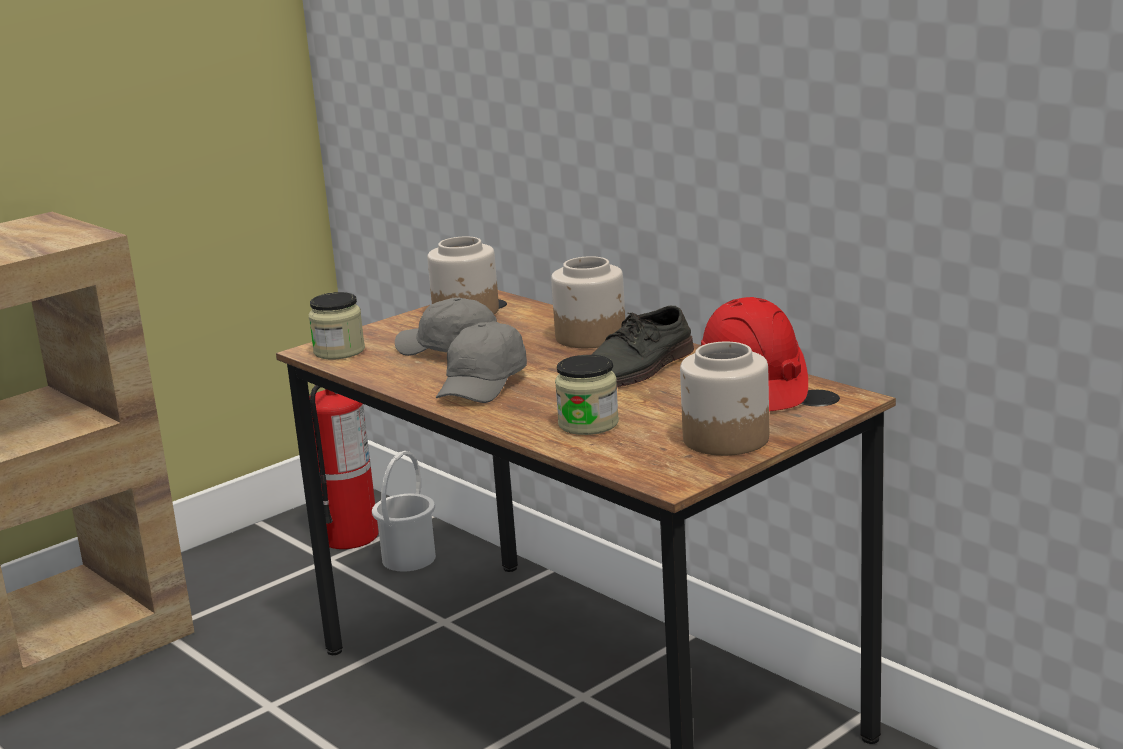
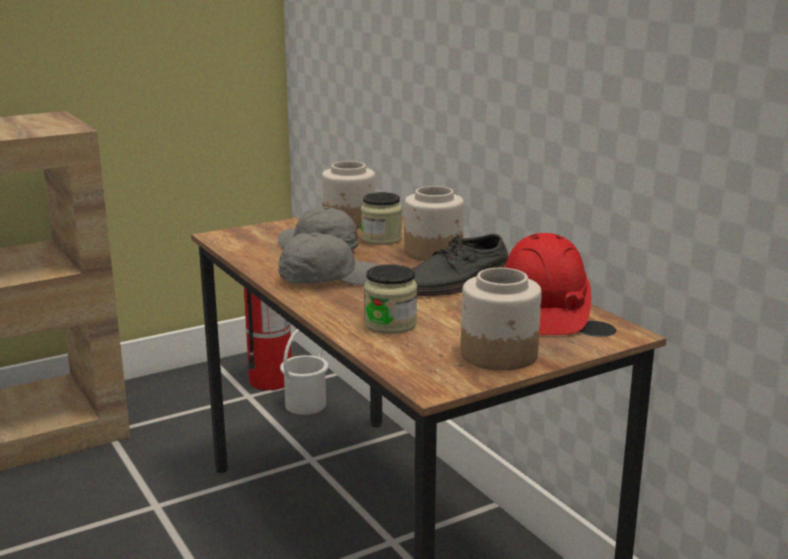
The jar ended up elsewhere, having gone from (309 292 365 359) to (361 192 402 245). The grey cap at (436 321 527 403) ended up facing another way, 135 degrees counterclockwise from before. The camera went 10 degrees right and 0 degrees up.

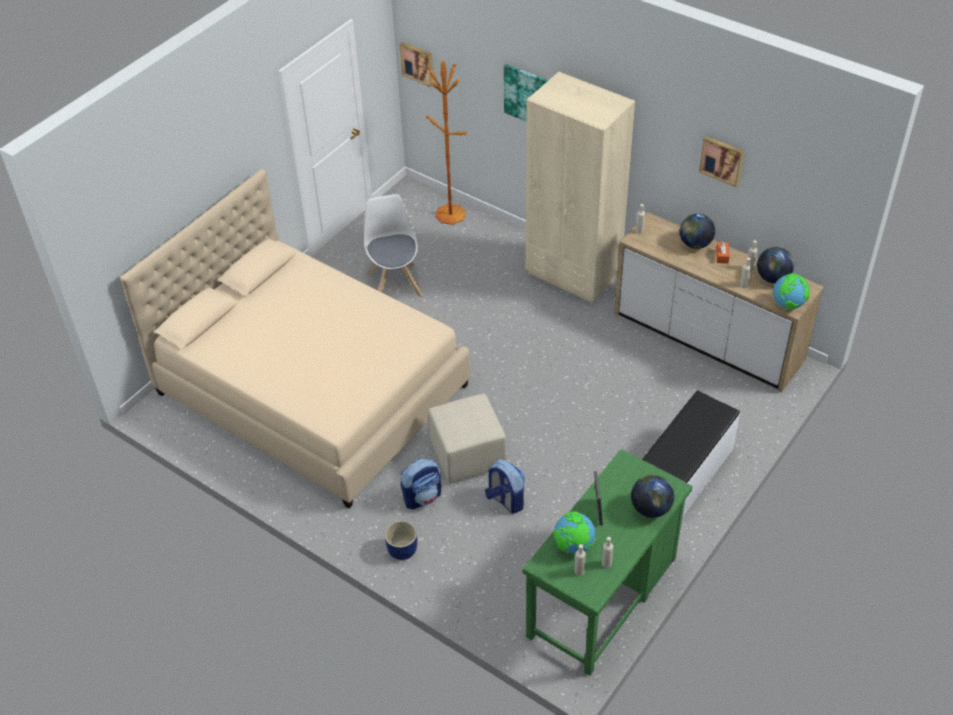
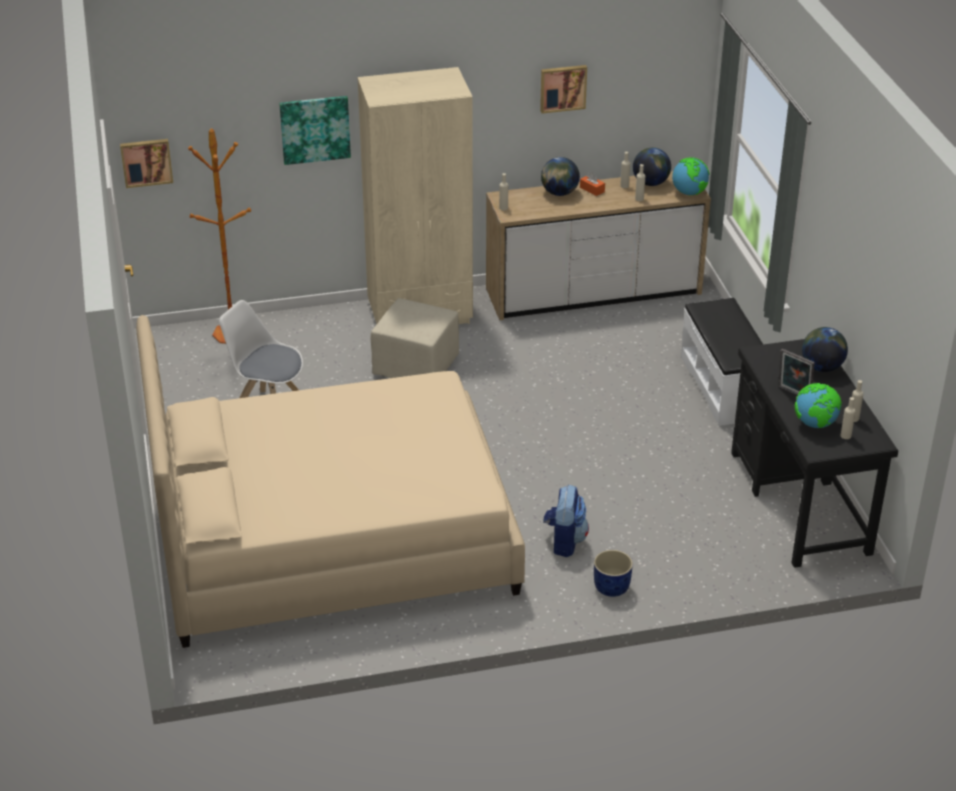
The beige ottoman ended up elsewhere, having gone from (428 393 507 483) to (371 298 459 378). The second view lost the backpack at (485 459 525 514). What was the green desk at (522 449 692 676) turned into the black desk at (731 339 898 568). The camera went 50 degrees left and 10 degrees down.

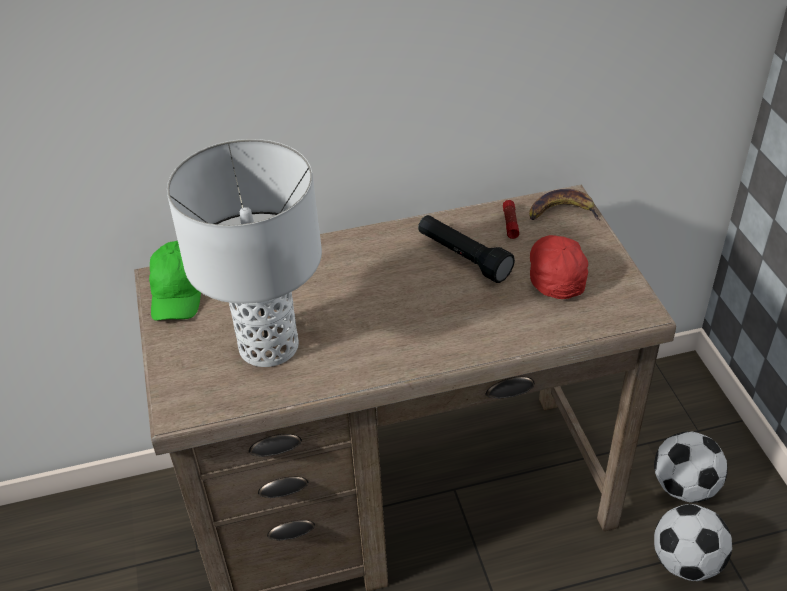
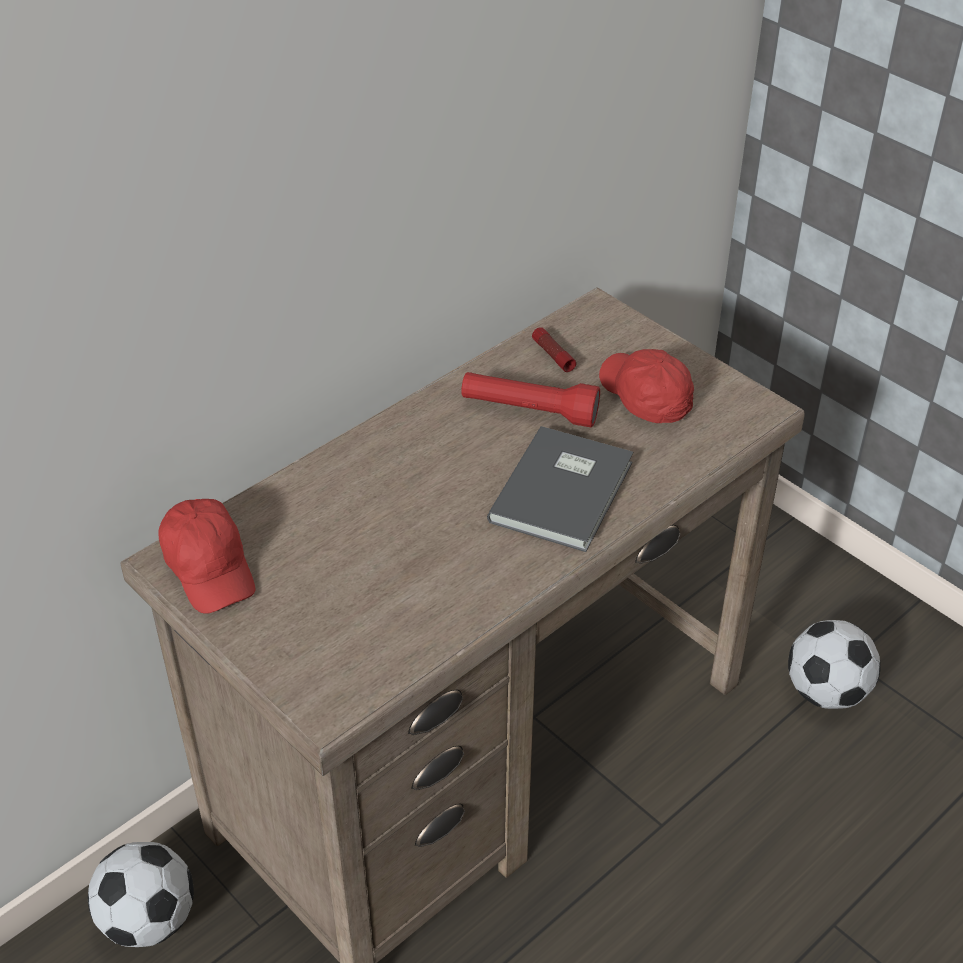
What was the green cap at (149 241 201 320) turned into the red cap at (158 499 255 614). The second view lost the white table lamp at (167 139 322 367). What was the black flashlight at (418 215 515 283) turned into the red flashlight at (461 372 600 427). The second view lost the banana at (529 189 600 220). The football ended up elsewhere, having gone from (654 431 728 503) to (88 842 194 947). The second view gained the grey book at (487 426 633 552). The camera went 30 degrees left and 0 degrees up.

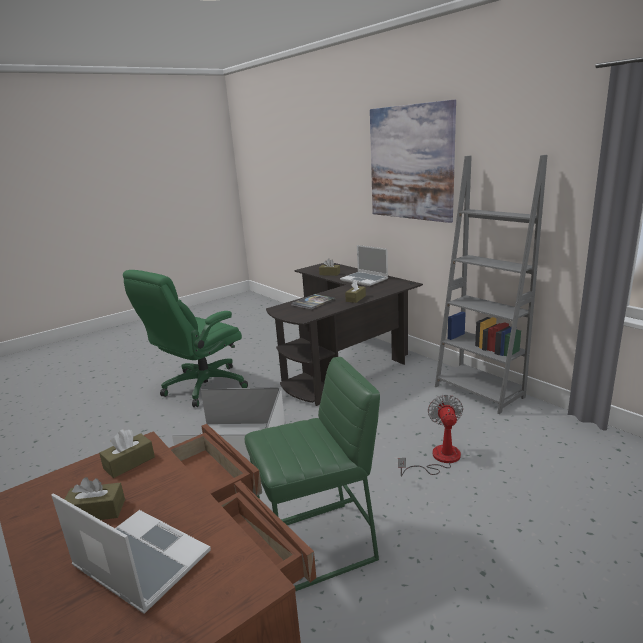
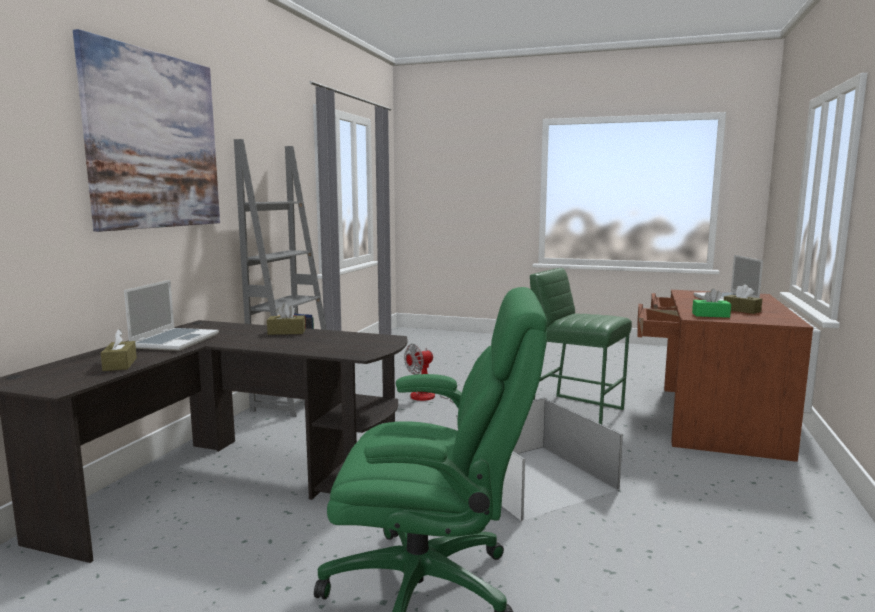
What was the brown tissue box at (99 429 155 478) turned into the green tissue box at (692 288 731 318). The second view lost the book at (291 294 335 310). The camera went 125 degrees left and 10 degrees down.

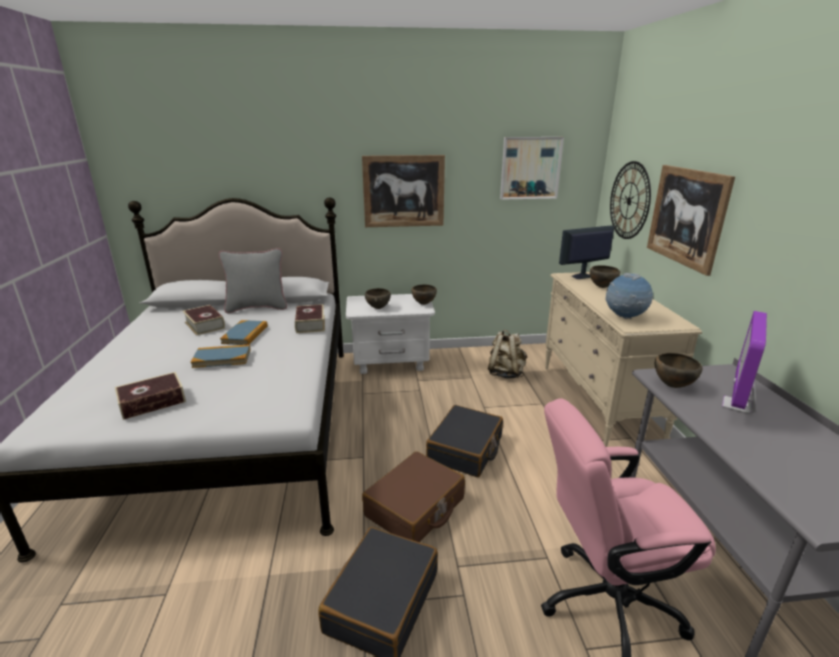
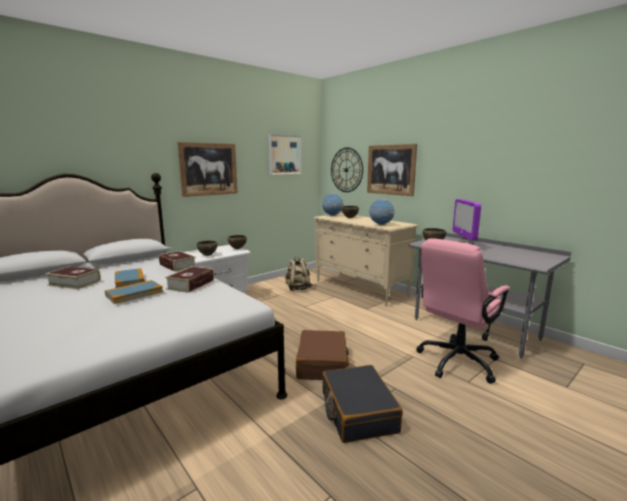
The book ended up elsewhere, having gone from (115 372 186 420) to (165 266 214 293). The second view lost the grey pillow at (219 248 287 313). The second view lost the black suitcase at (426 405 503 477). Where the monitor stood at (559 225 614 279), the globe came to stand at (322 193 344 216). The camera went 35 degrees left and 10 degrees down.

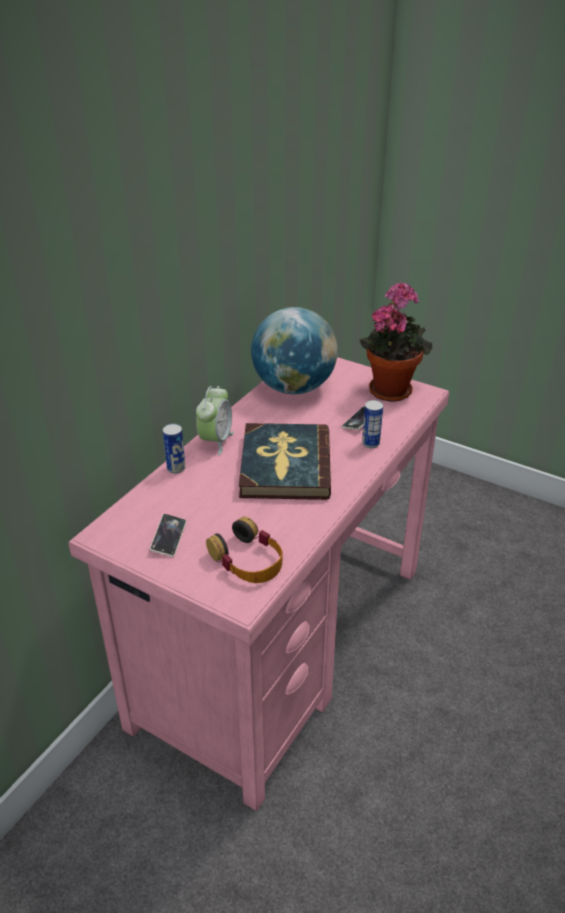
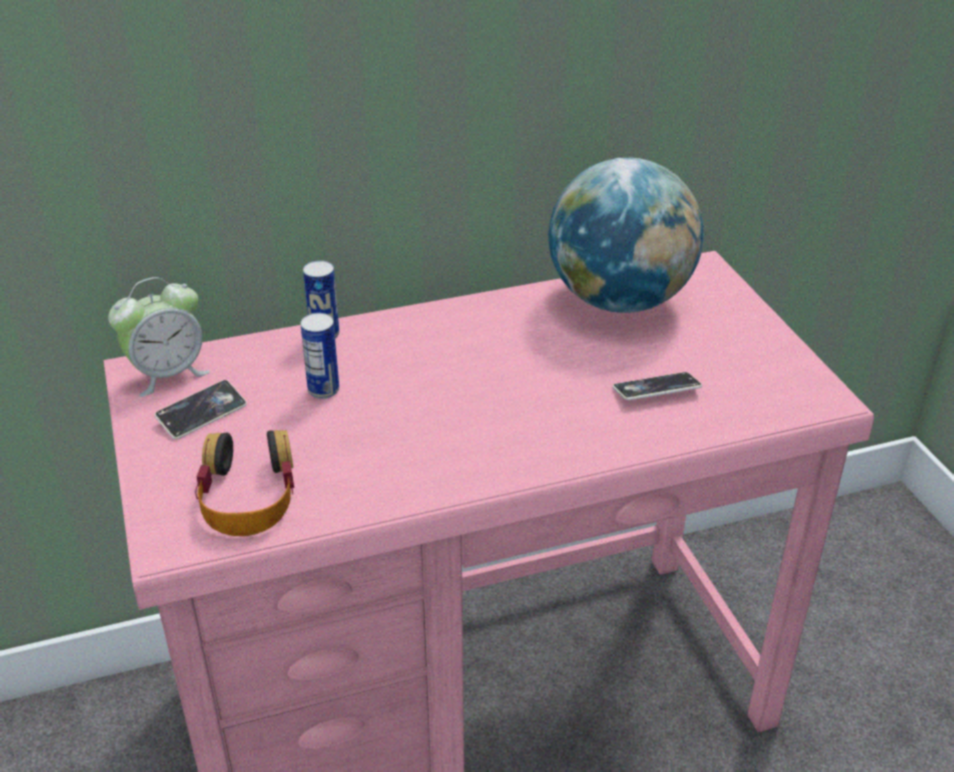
The alarm clock ended up elsewhere, having gone from (196 386 234 455) to (108 277 210 397). The second view lost the book at (239 423 331 500). The second view lost the potted plant at (359 282 432 401). The can ended up elsewhere, having gone from (362 400 383 448) to (300 313 339 399). The camera went 40 degrees right and 0 degrees up.

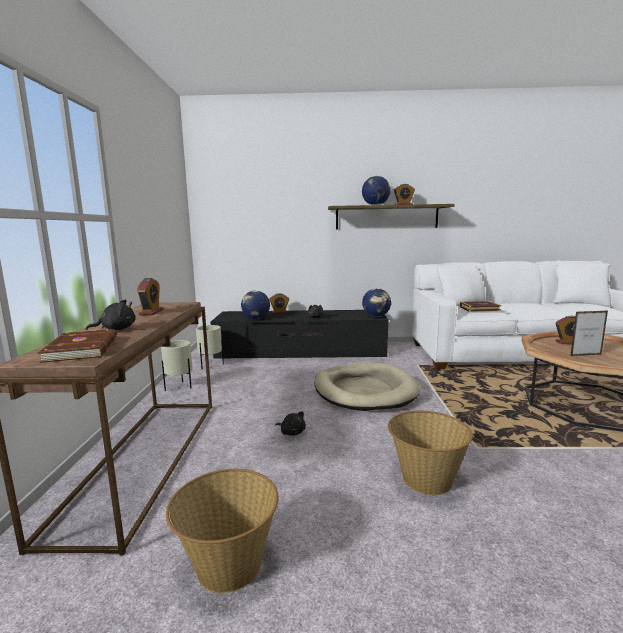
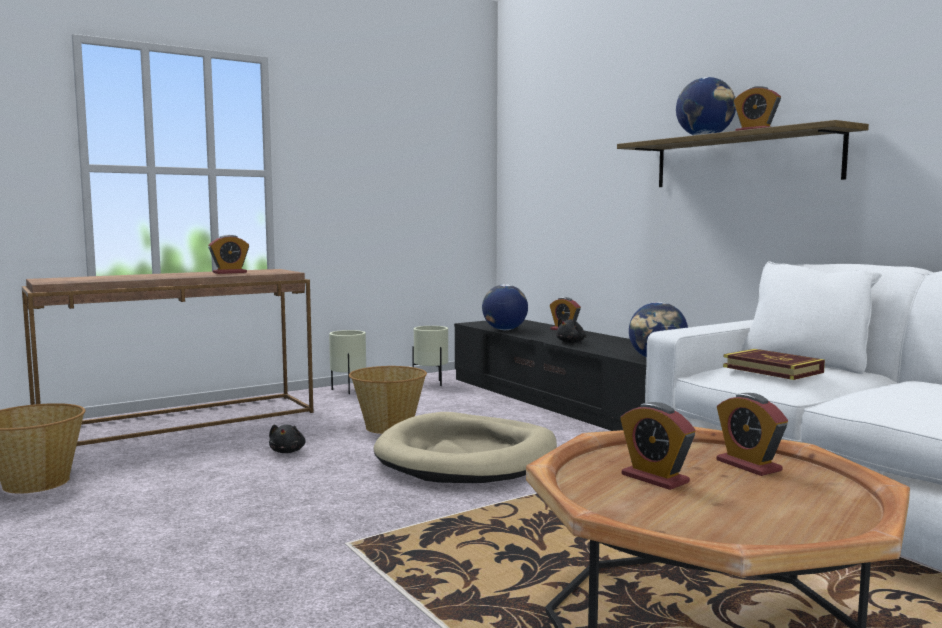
The second view lost the brown book at (38 329 117 363). The second view lost the black plush toy at (86 299 136 330). The basket ended up elsewhere, having gone from (388 411 473 495) to (349 366 427 434). Where the picture frame stood at (570 310 608 356), the alarm clock came to stand at (620 402 696 490). The camera went 55 degrees right and 5 degrees down.

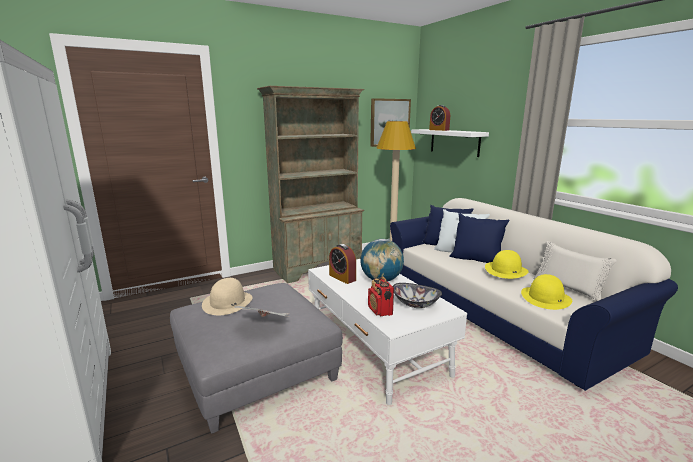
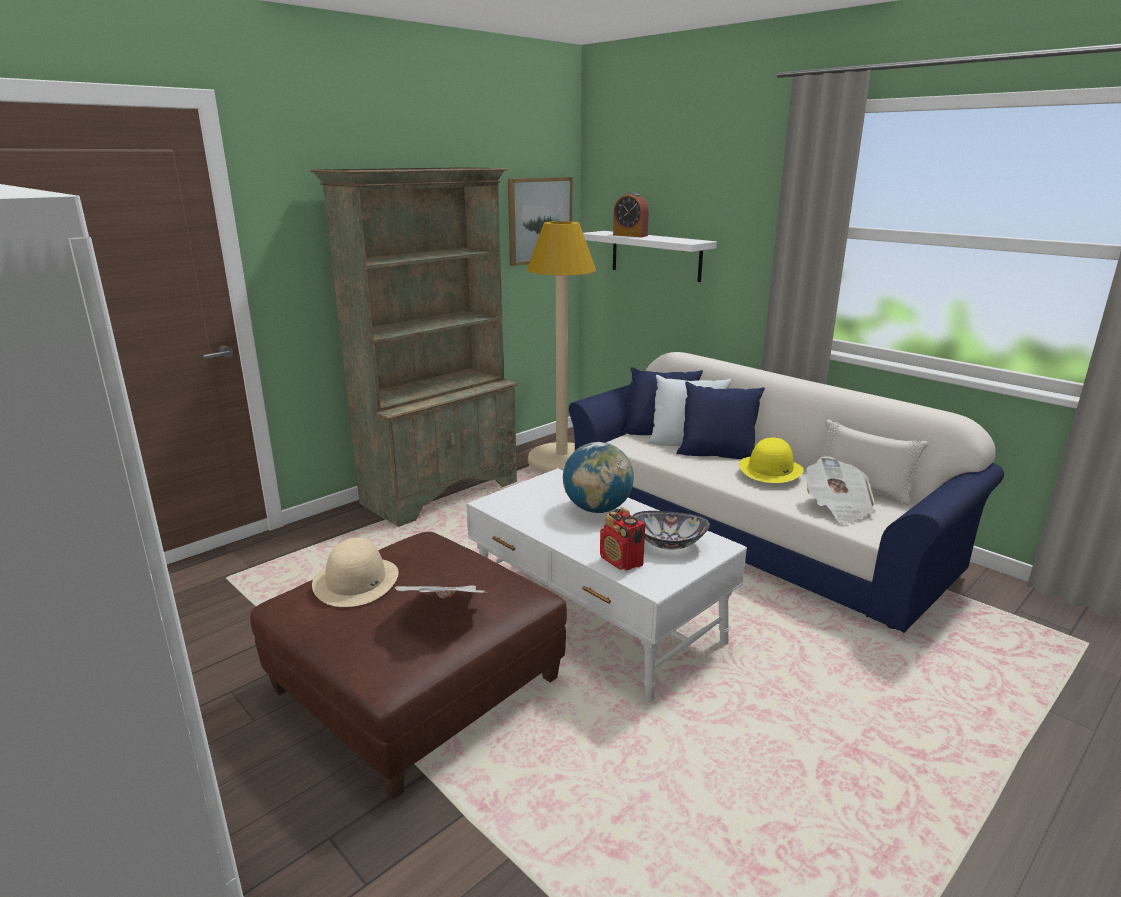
What was the grey ottoman at (170 283 343 434) turned into the brown ottoman at (250 532 567 800). The second view lost the alarm clock at (329 244 356 284). Where the yellow hat stood at (521 274 572 310), the newspaper came to stand at (806 456 876 524). The camera went 15 degrees left and 5 degrees up.

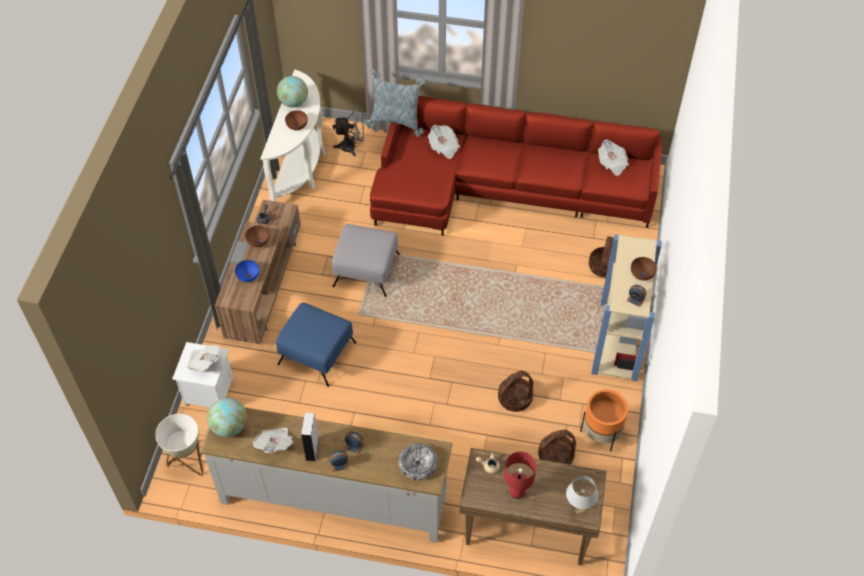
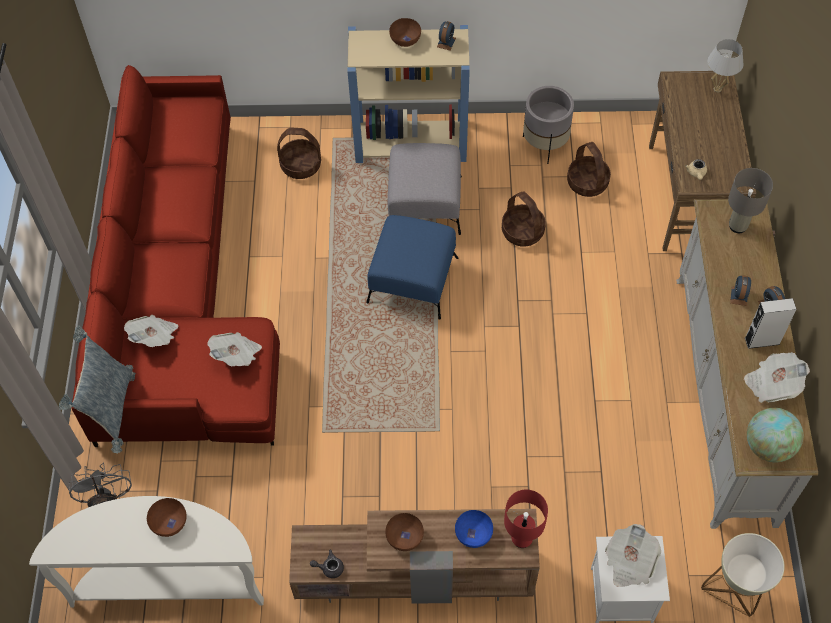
The blue ottoman ended up elsewhere, having gone from (276 303 356 387) to (366 215 458 320). The second view lost the globe at (277 76 308 107). The grey ottoman ended up elsewhere, having gone from (332 224 400 297) to (388 143 462 235). Where the bowl stood at (398 443 438 480), the grey table lamp came to stand at (728 168 773 233). The red table lamp ended up elsewhere, having gone from (504 452 536 499) to (504 490 548 548). What was the orange planter at (580 390 628 452) turned into the grey planter at (523 86 574 164). The newspaper ended up elsewhere, having gone from (598 139 629 176) to (207 332 262 366). The camera went 100 degrees left and 5 degrees up.

